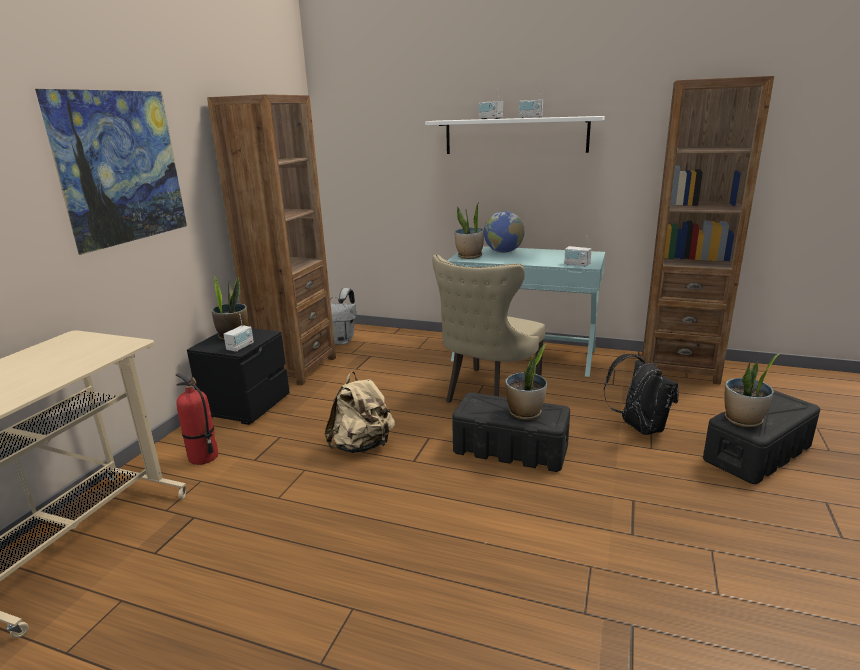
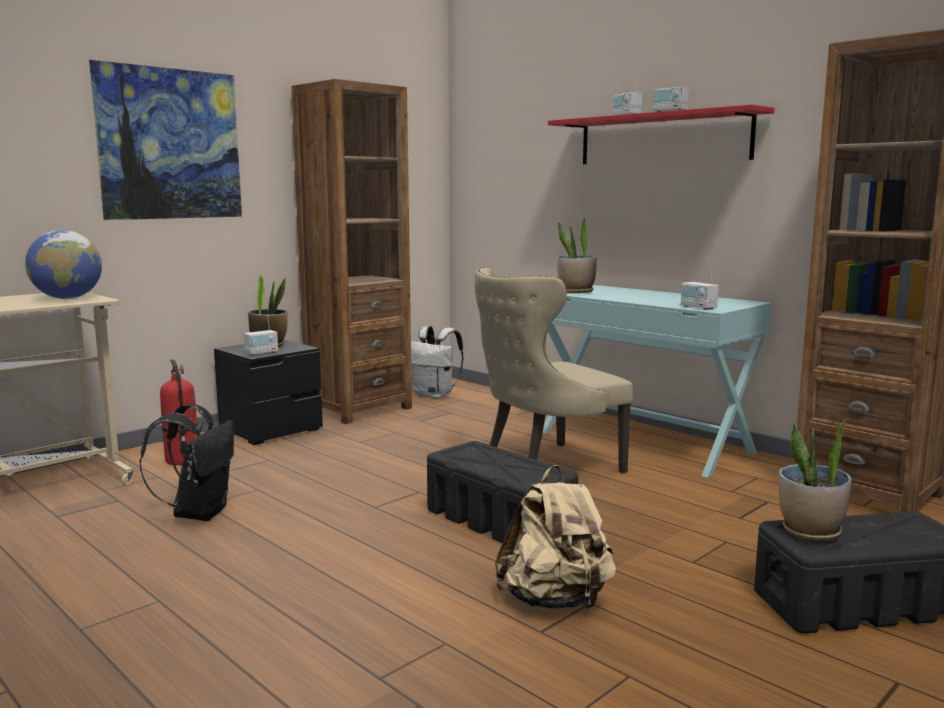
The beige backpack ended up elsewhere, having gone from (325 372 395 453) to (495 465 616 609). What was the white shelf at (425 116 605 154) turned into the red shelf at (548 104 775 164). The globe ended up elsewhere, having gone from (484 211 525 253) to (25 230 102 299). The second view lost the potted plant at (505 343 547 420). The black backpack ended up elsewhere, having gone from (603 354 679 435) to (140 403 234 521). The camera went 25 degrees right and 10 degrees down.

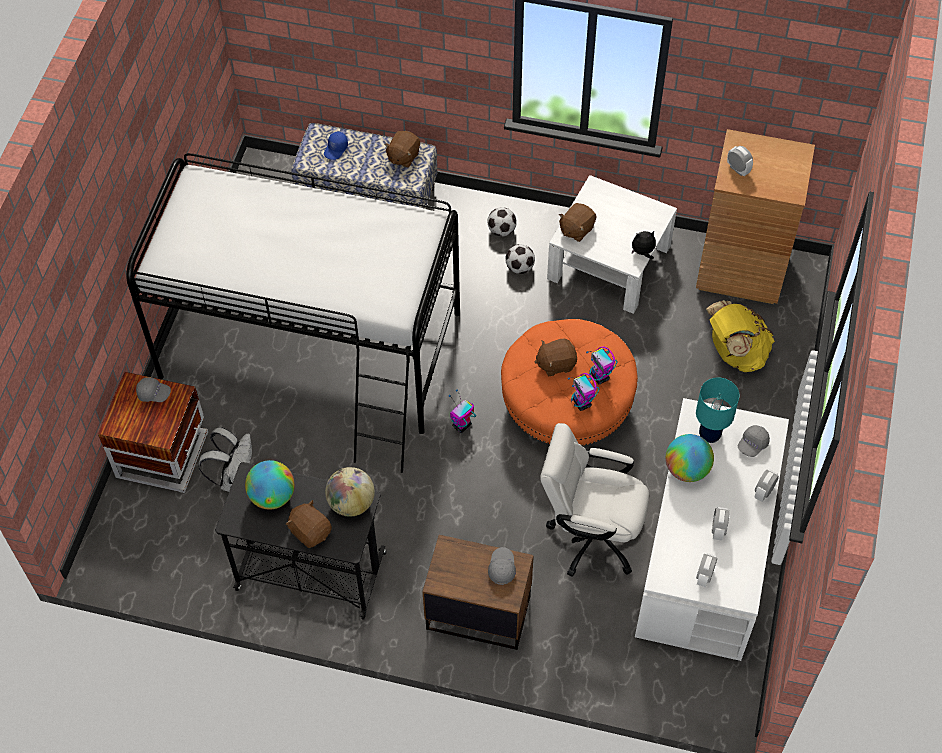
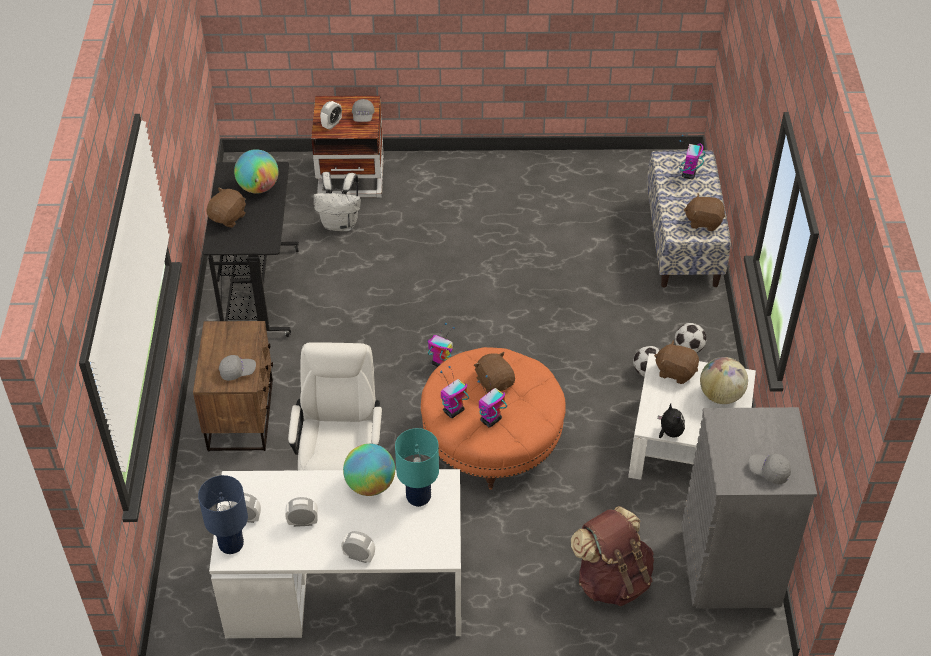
The second view lost the black bed at (126 153 460 473). Where the blue cap stood at (324 132 348 160), the toy robot came to stand at (679 135 705 179). The globe ended up elsewhere, having gone from (325 467 375 517) to (700 357 748 404). What was the brown dresser at (696 129 815 304) turned into the grey dresser at (682 407 817 609). What was the yellow backpack at (706 300 775 372) turned into the brown backpack at (571 506 654 606). The alarm clock ended up elsewhere, having gone from (727 146 753 176) to (320 101 342 130). The grey cap ended up elsewhere, having gone from (738 425 770 457) to (748 453 791 484). The second view gained the blue table lamp at (198 475 248 554). The camera went 75 degrees right and 10 degrees down.

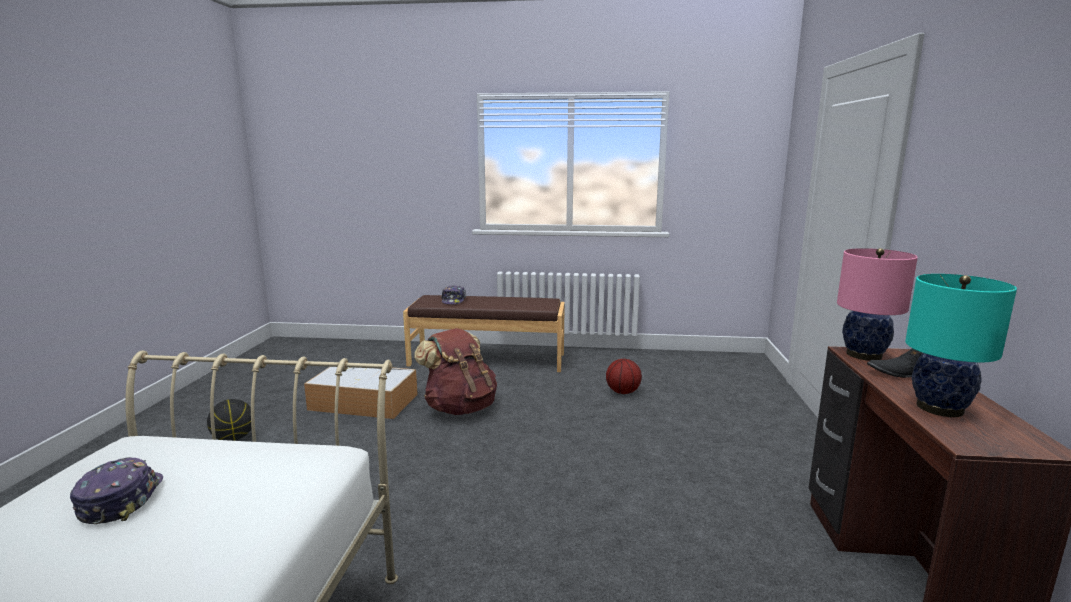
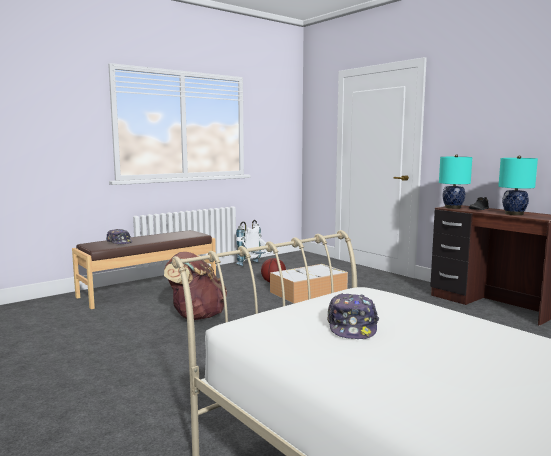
The cap at (70 457 163 524) ended up facing another way, 120 degrees counterclockwise from before. The second view lost the basketball at (207 399 252 441). The storage box ended up elsewhere, having gone from (304 367 418 419) to (270 264 348 303). What was the pink table lamp at (837 248 918 361) turned into the turquoise table lamp at (439 154 472 209). The second view gained the white backpack at (235 220 272 266). The camera went 45 degrees left and 5 degrees down.

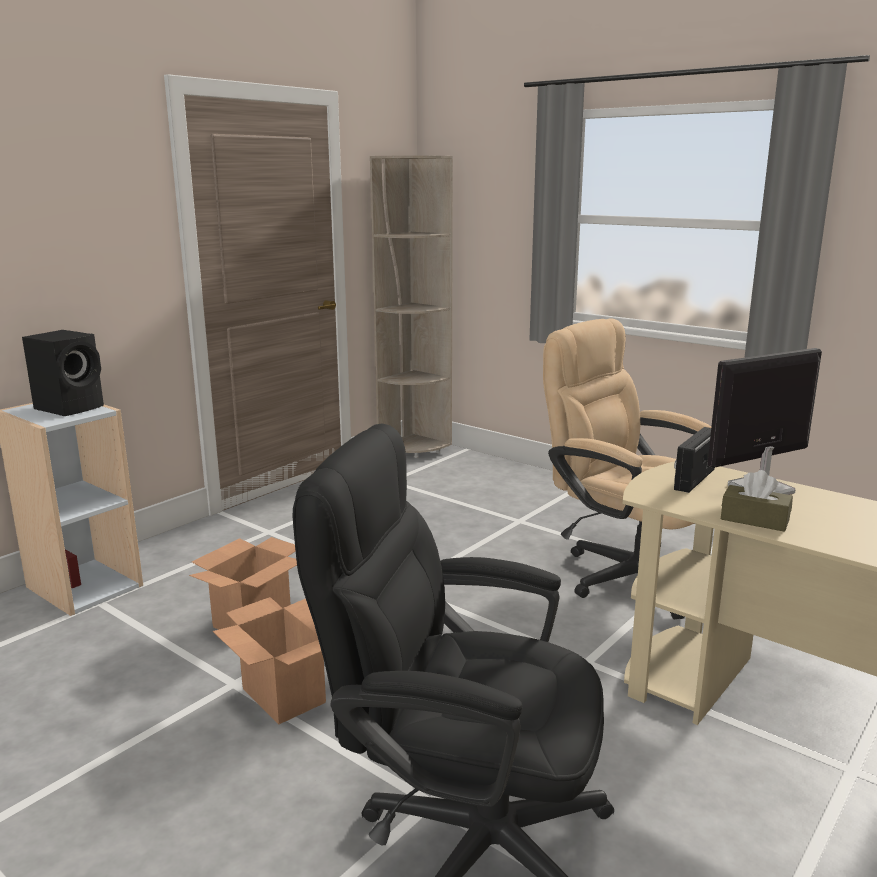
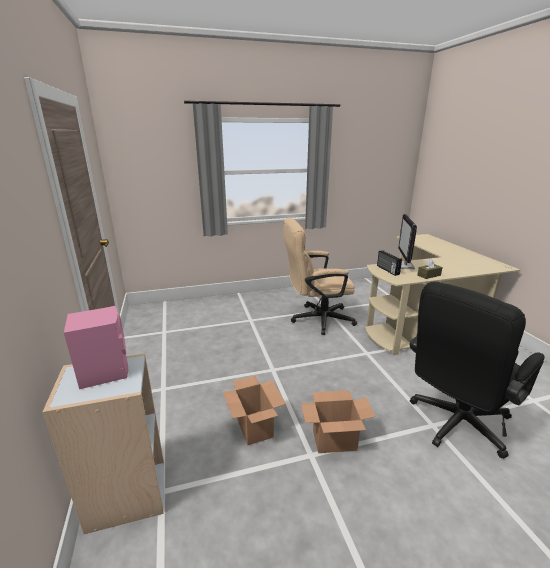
What was the black speaker at (22 330 104 416) turned into the pink speaker at (64 306 128 389). The second view lost the beige bookcase at (370 156 453 458). The camera went 55 degrees left and 5 degrees up.

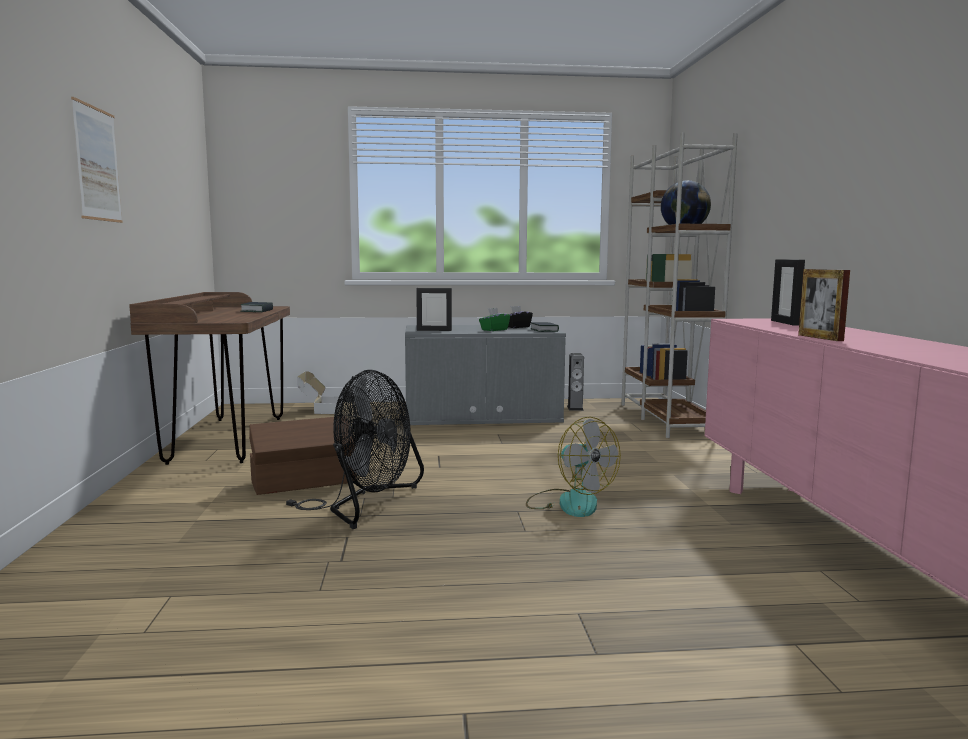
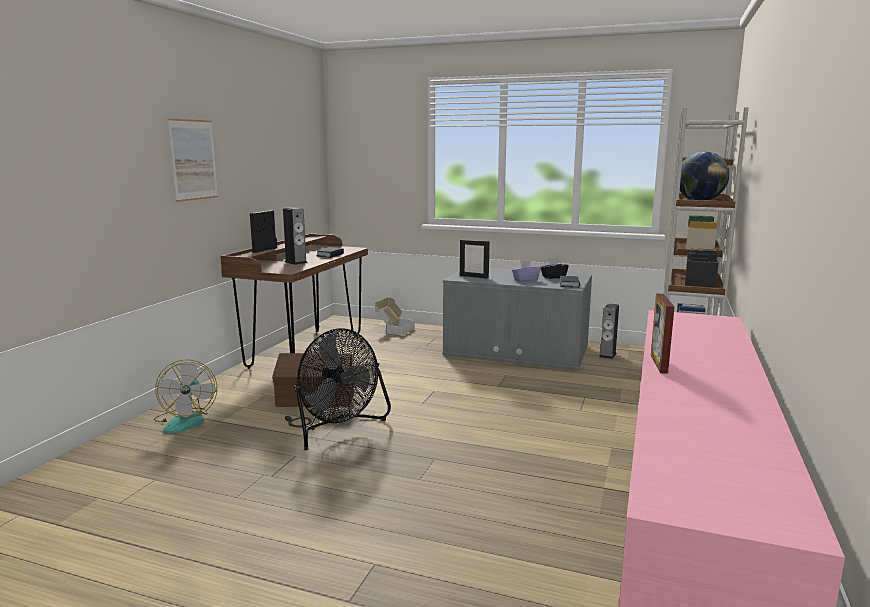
What was the green tissue box at (479 308 510 331) turned into the purple tissue box at (512 260 541 282). The fan ended up elsewhere, having gone from (526 417 621 517) to (154 360 217 434). The picture frame ended up elsewhere, having gone from (771 259 805 326) to (250 210 277 253). The second view gained the speaker at (283 207 308 265). The camera went 25 degrees right and 5 degrees up.

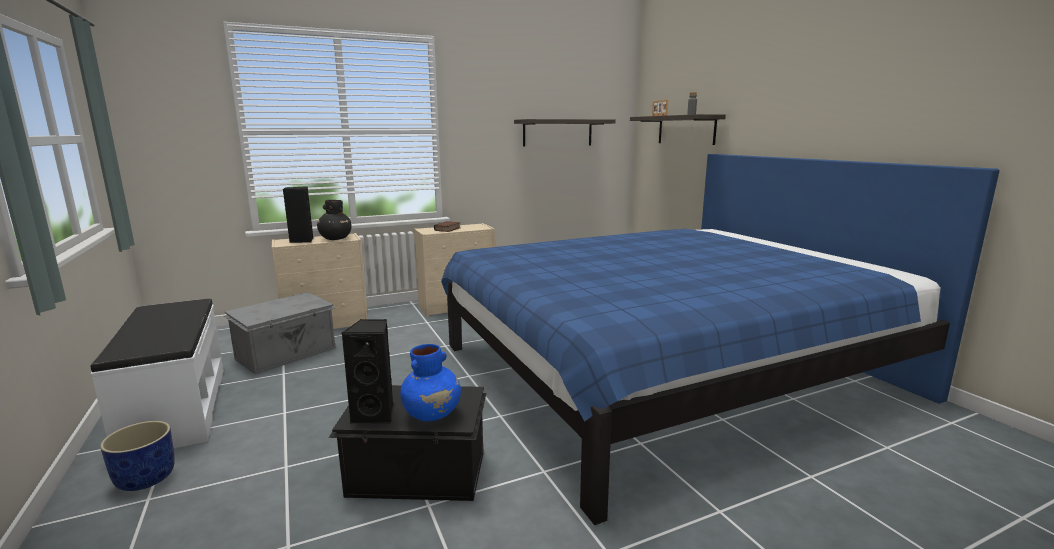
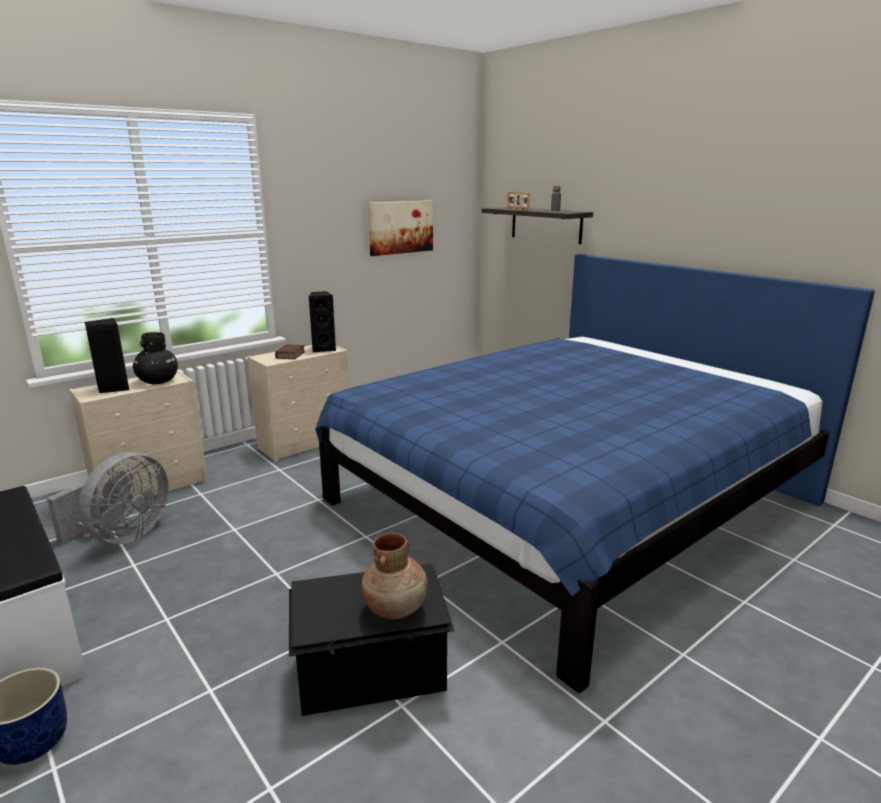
Where the grey storage box stood at (224 292 336 374), the grey fan came to stand at (47 452 169 544). The black speaker ended up elsewhere, having gone from (342 319 393 424) to (309 291 336 352). What was the blue vase at (400 344 461 421) turned into the brown vase at (362 533 428 619). Where the shelf hung at (514 119 616 147), the picture came to hang at (368 200 433 256). The camera went 15 degrees left and 5 degrees up.

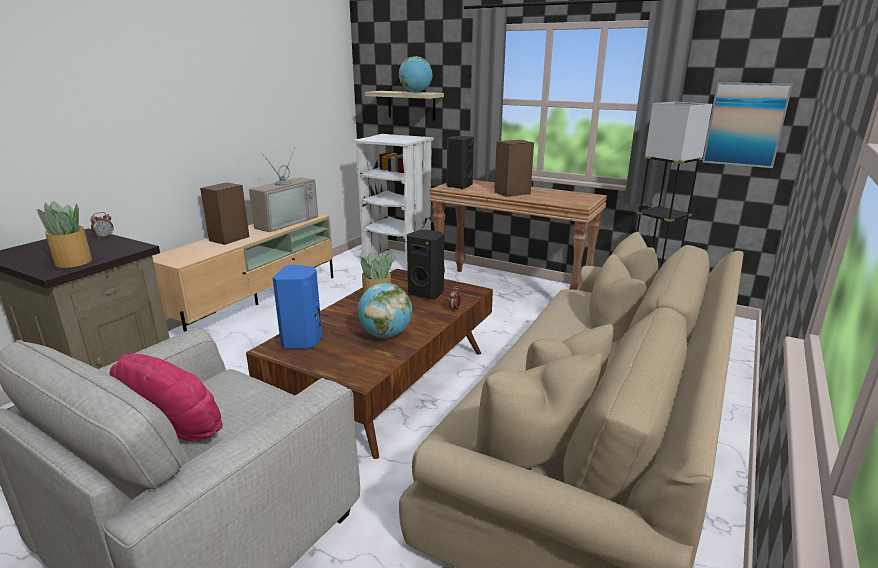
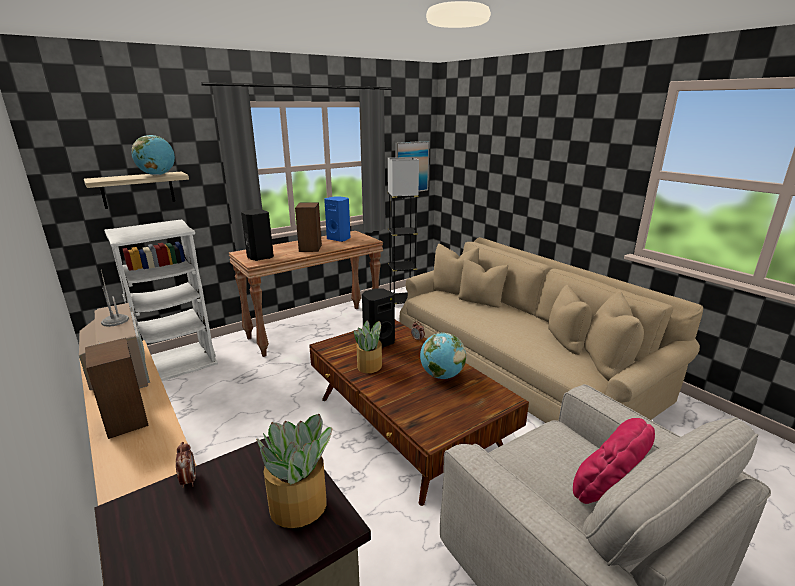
The blue speaker ended up elsewhere, having gone from (272 264 322 349) to (324 196 351 242). The camera went 65 degrees left and 0 degrees up.

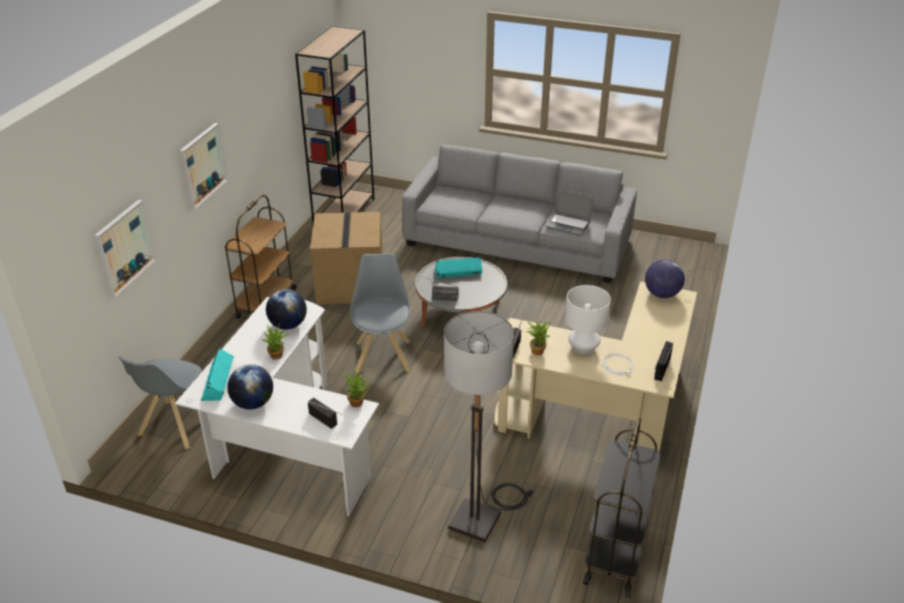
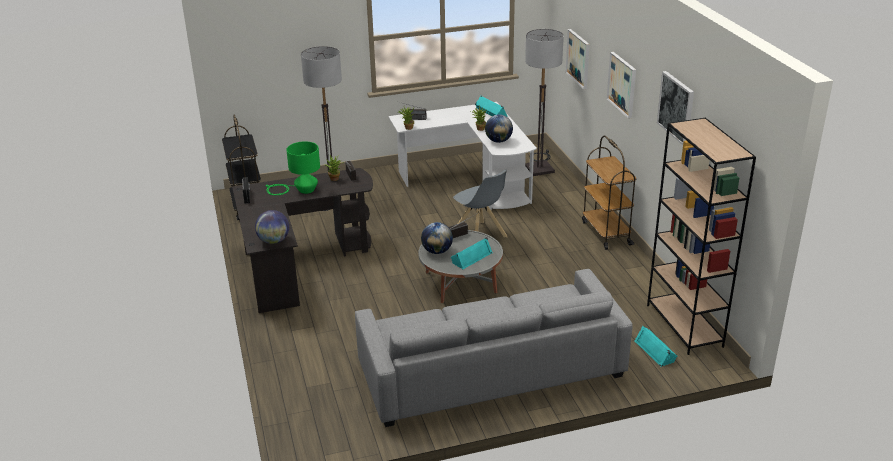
Where the grey chair stood at (119 356 202 449), the floor lamp came to stand at (525 29 564 176). The globe ended up elsewhere, having gone from (227 364 273 409) to (421 222 453 254). The second view lost the cardboard box at (310 212 383 305). What was the beige desk at (495 281 697 451) turned into the black desk at (232 168 373 313). The second view lost the laptop at (546 189 593 236). What was the white table lamp at (565 285 633 375) turned into the green table lamp at (266 141 320 195). The second view gained the turquoise speaker at (634 326 677 367). The second view gained the picture at (657 71 694 145). The camera went 145 degrees right and 5 degrees down.

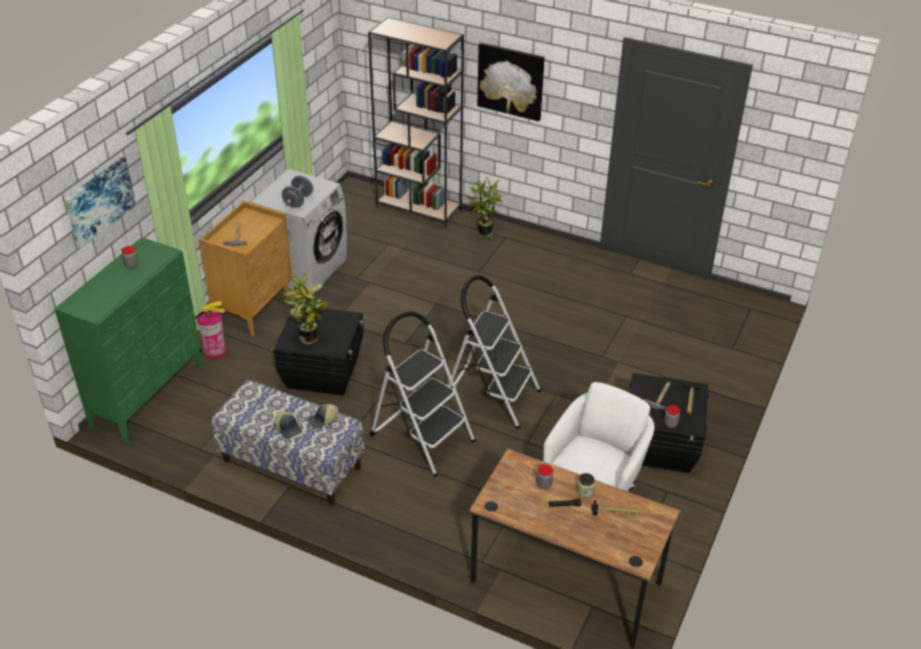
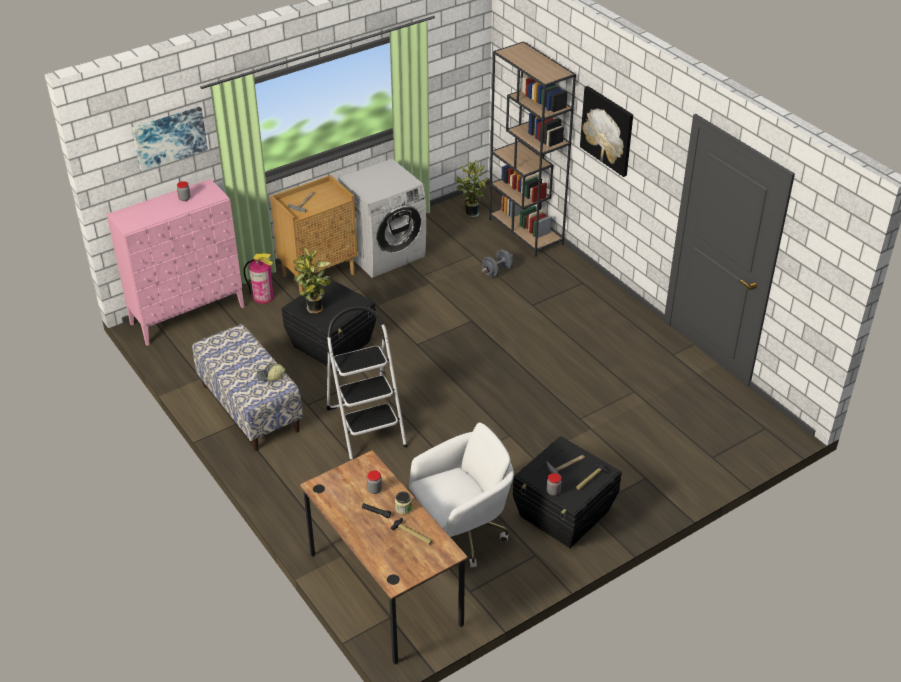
What was the green dresser at (54 237 203 444) turned into the pink dresser at (106 179 244 346). The second view lost the cap at (274 411 301 439). The grey dumbbell ended up elsewhere, having gone from (282 176 313 208) to (482 250 513 277). The second view lost the step ladder at (443 275 541 429). The potted plant ended up elsewhere, having gone from (468 176 502 237) to (455 159 488 218). The camera went 30 degrees right and 0 degrees up.

